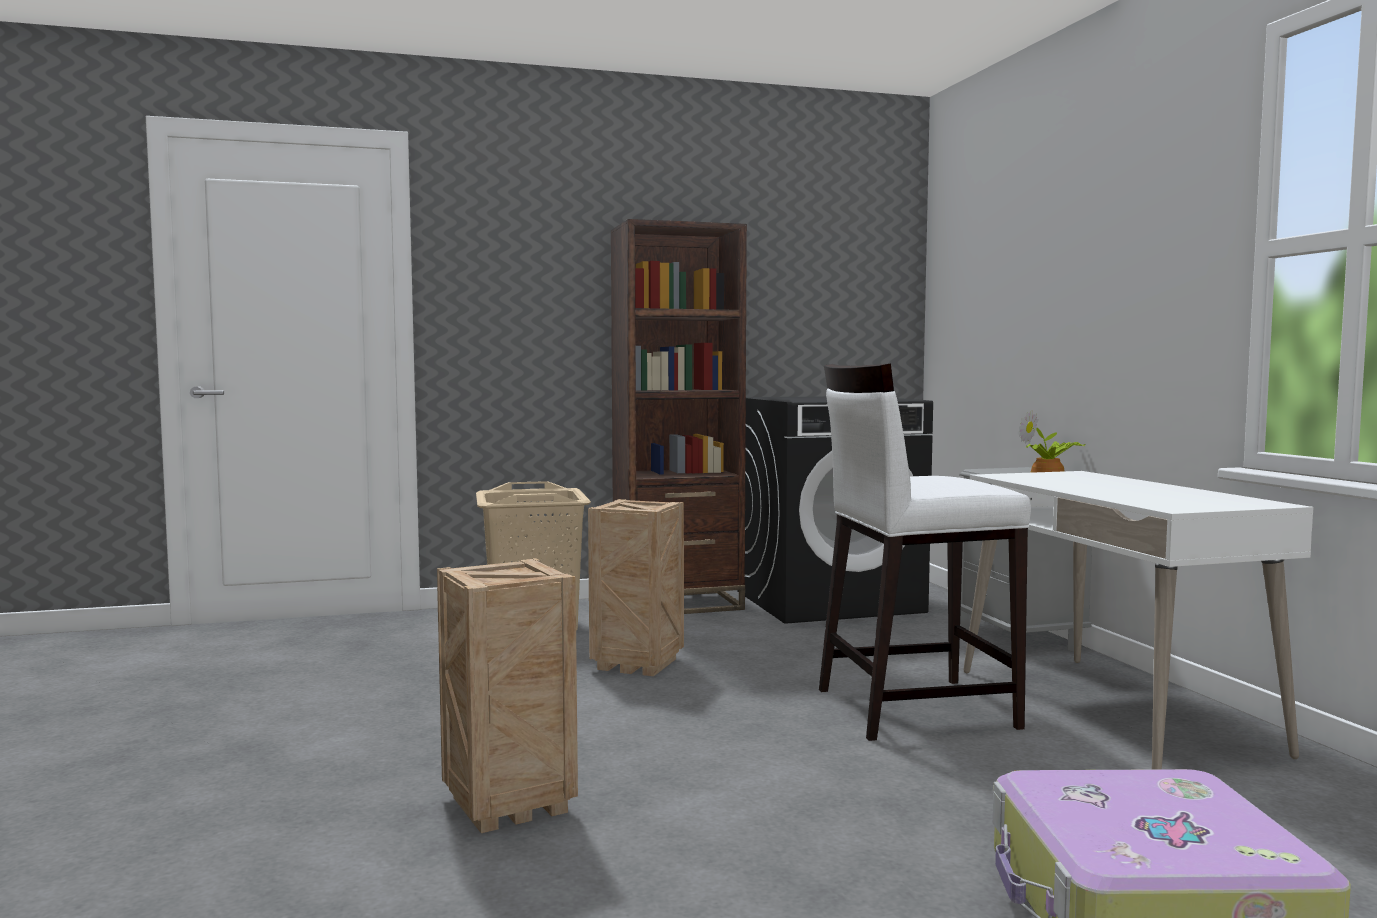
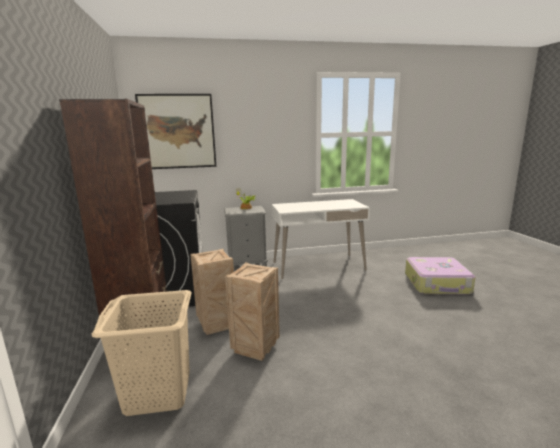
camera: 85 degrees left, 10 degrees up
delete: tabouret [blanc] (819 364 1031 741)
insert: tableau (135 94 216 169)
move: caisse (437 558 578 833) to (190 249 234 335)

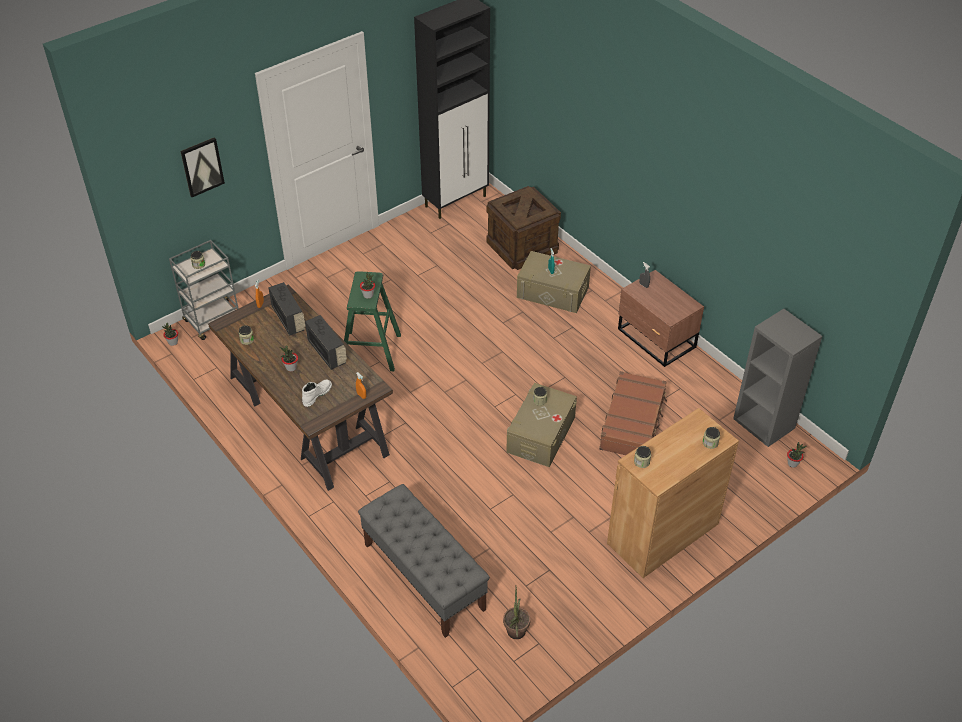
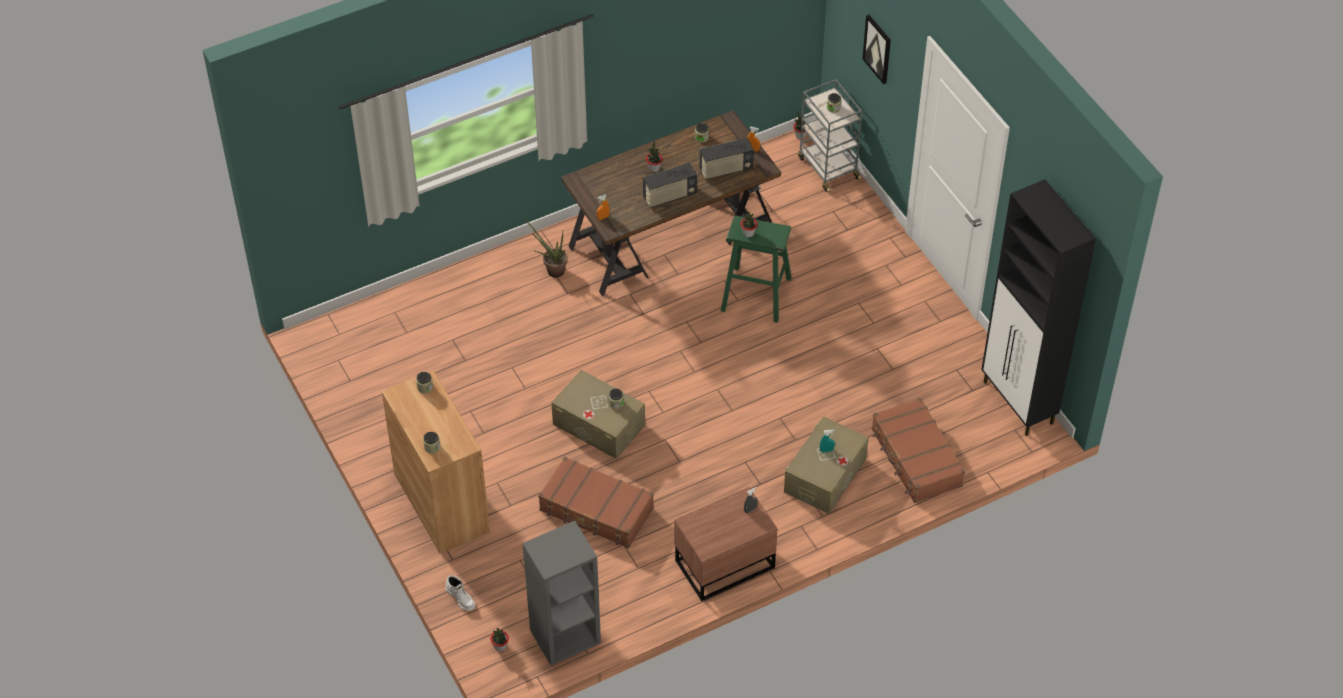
camera: 100 degrees right, 5 degrees up
delete: banc [gris] (358 484 490 638)
move: botte [blanc] (302 379 332 407) to (446 575 475 611); plante en pot (503 587 530 639) to (526 221 568 278)
replace: caisse (486 186 561 270) to valise [marron] (872 398 965 503)

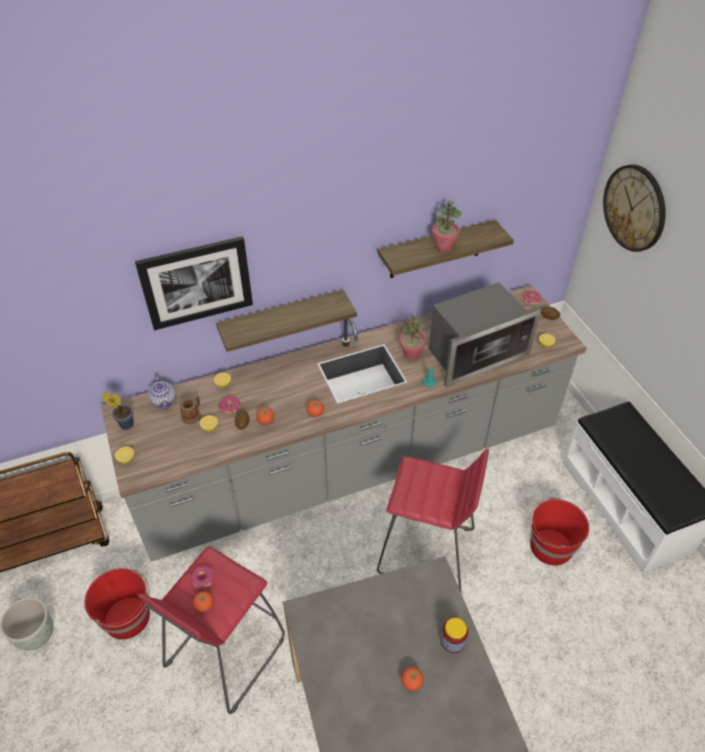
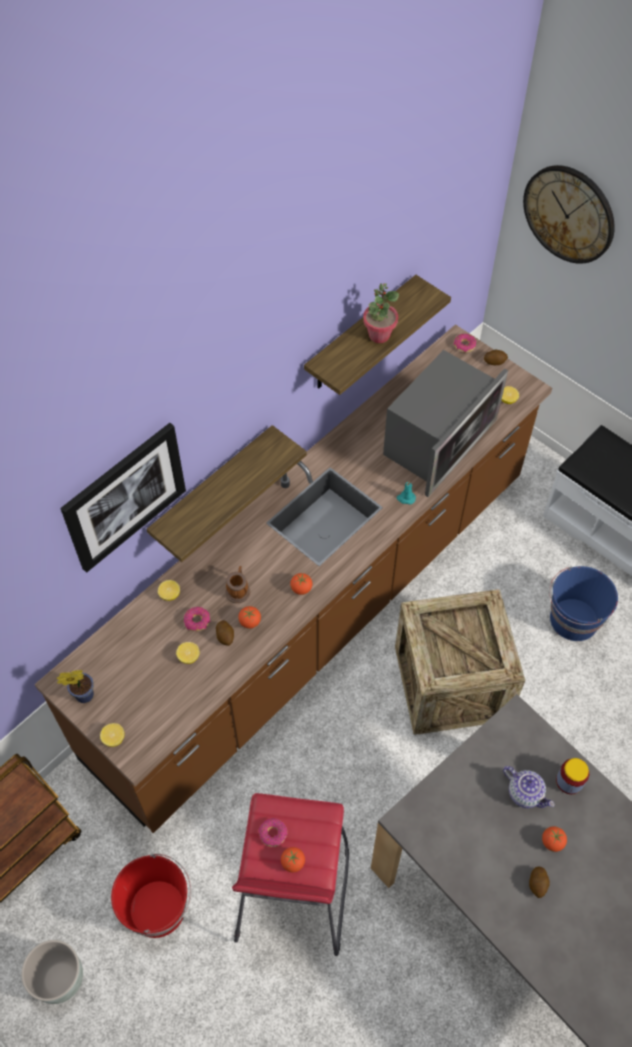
camera: 25 degrees left, 10 degrees up
delete: plante en pot (400 314 426 360)
insert: pomme de terre (529 866 550 898)
move: théière (148 375 176 410) to (503 766 555 808); mug (180 396 201 424) to (226 566 250 603)
replace: tabouret [rouge] (377 449 489 592) to caisse (395 589 525 735)
recolor: comptoir de cuisine [gris] (101 285 587 562) to comptoir de cuisine [marron] (34 324 552 833); seau [rouge] (530 498 589 566) to seau [bleu] (549 566 618 641)

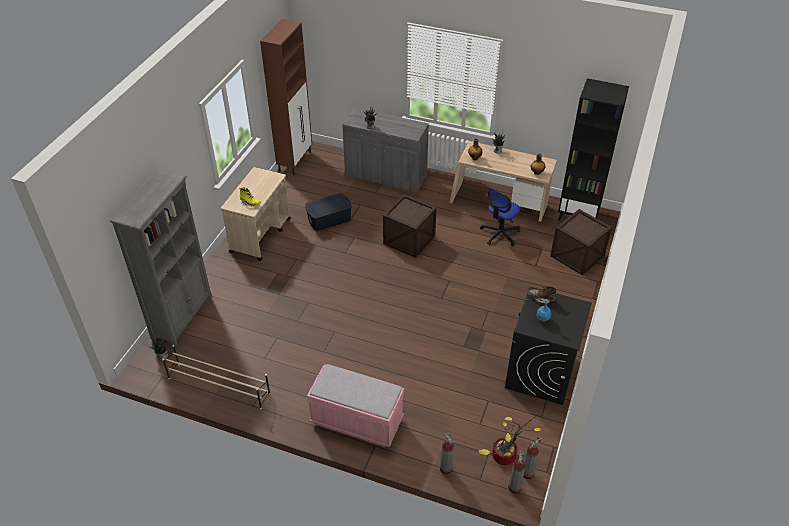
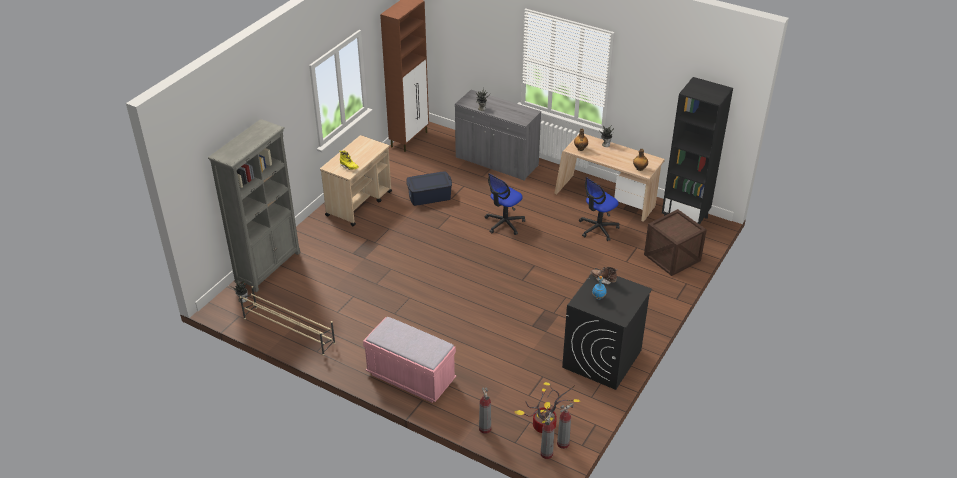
camera: 10 degrees right, 5 degrees down
replace: caisse (383 194 437 258) to chaise de bureau (485 174 525 235)

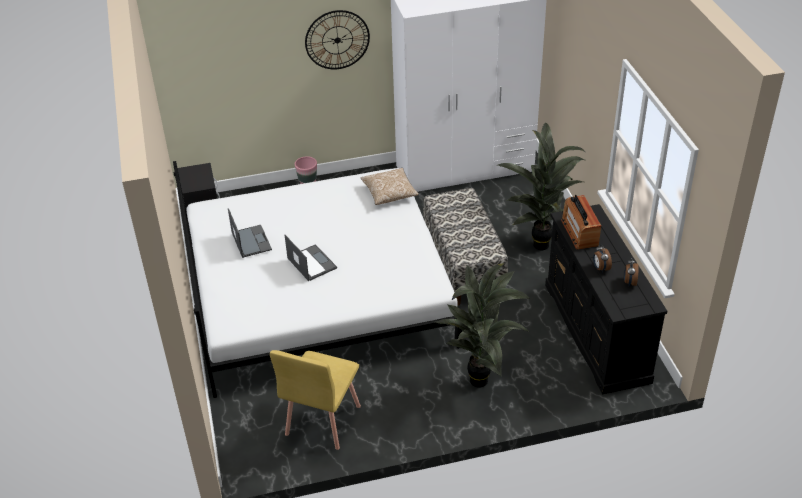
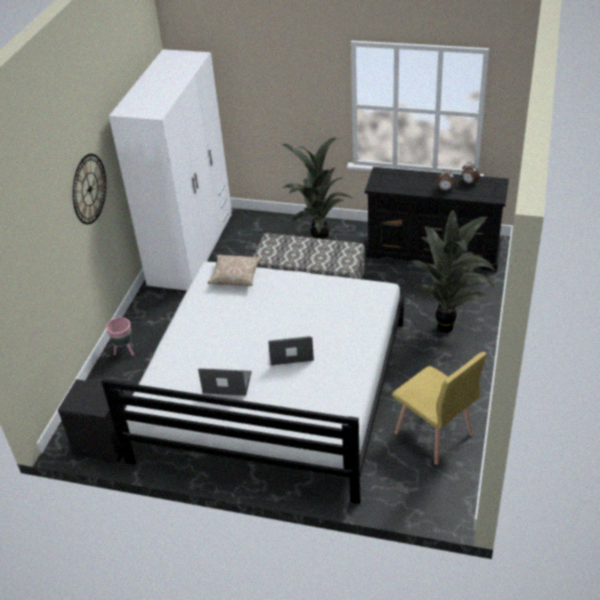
camera: 60 degrees left, 0 degrees up
delete: radio (561 195 601 250)

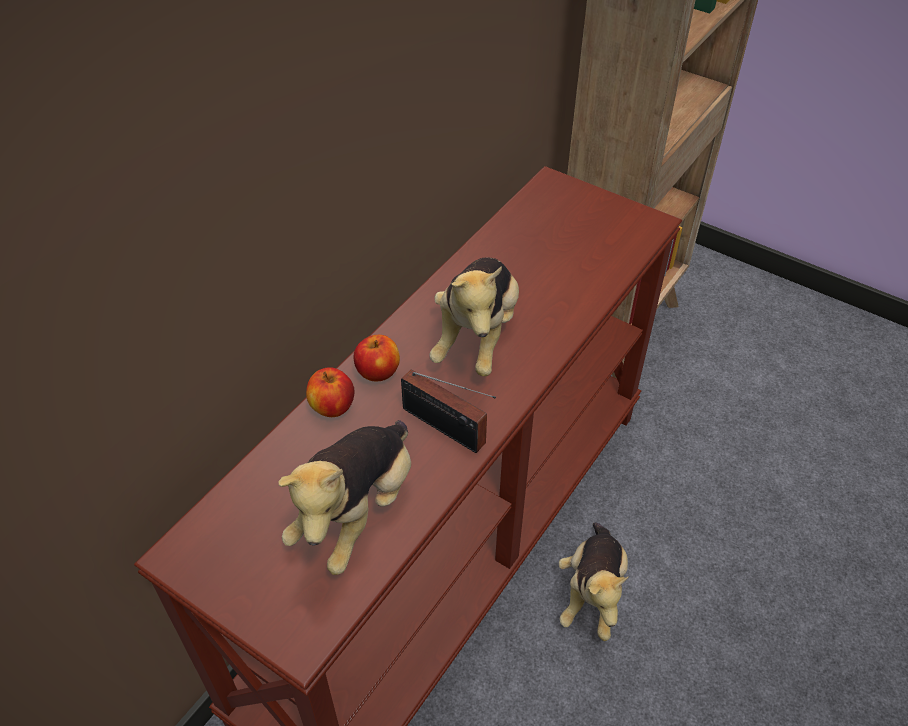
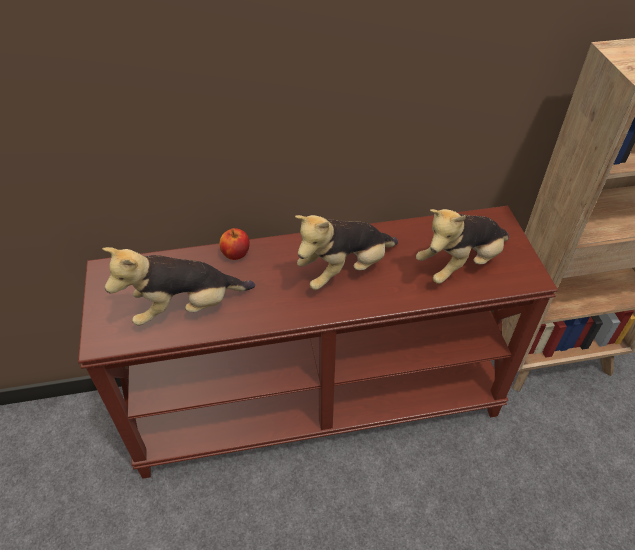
camera: 45 degrees right, 0 degrees up
delete: pomme (354 335 400 381); radio (401 370 496 453)
move: peluche (559 522 629 641) to (416 209 509 284)

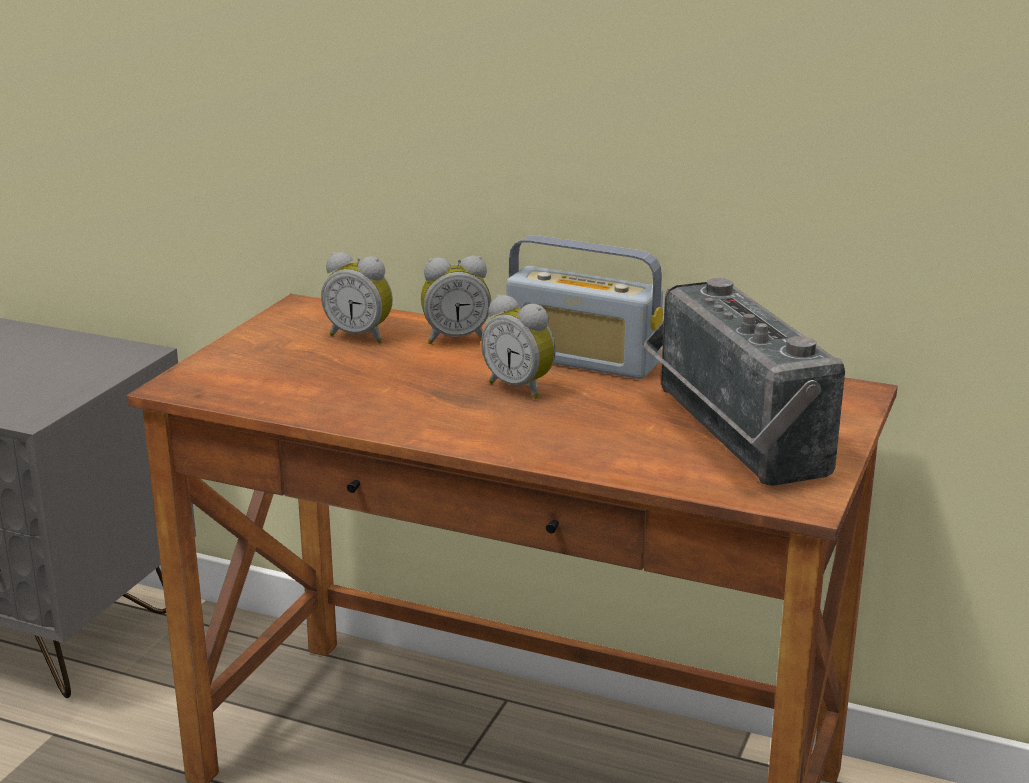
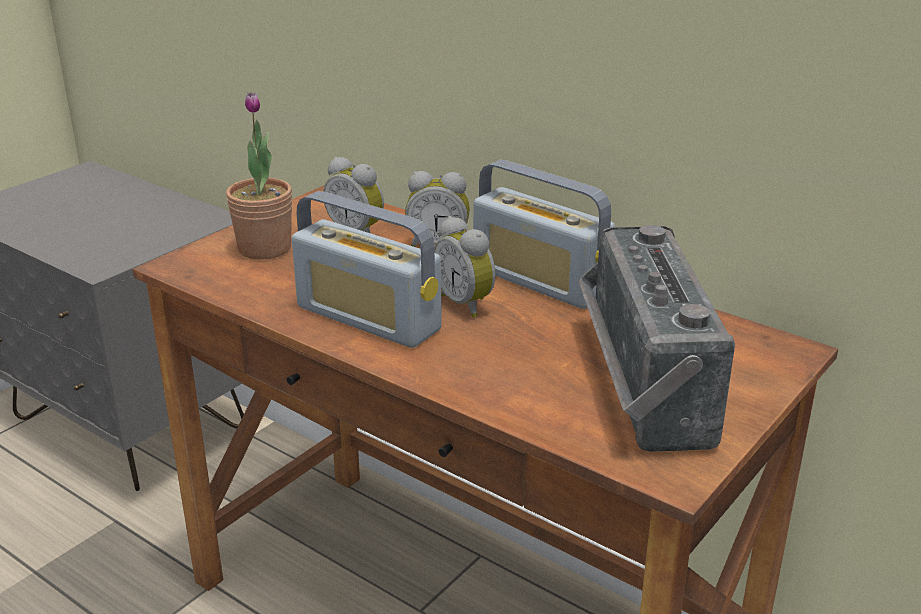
camera: 15 degrees right, 5 degrees up
insert: plante en pot (226 92 292 260); radio (292 191 442 348)

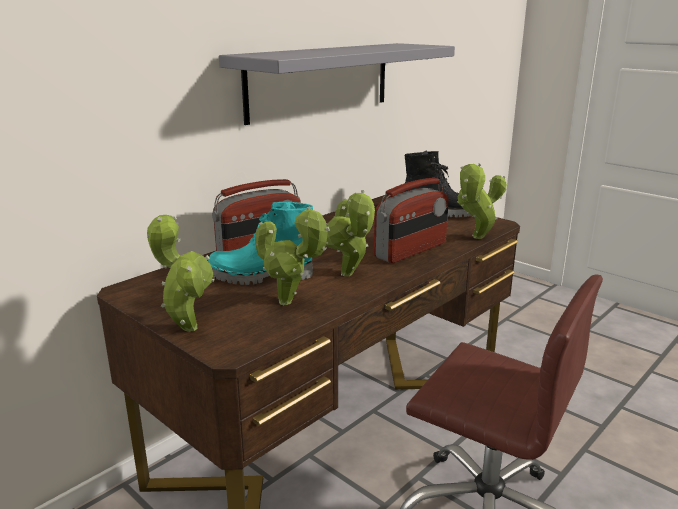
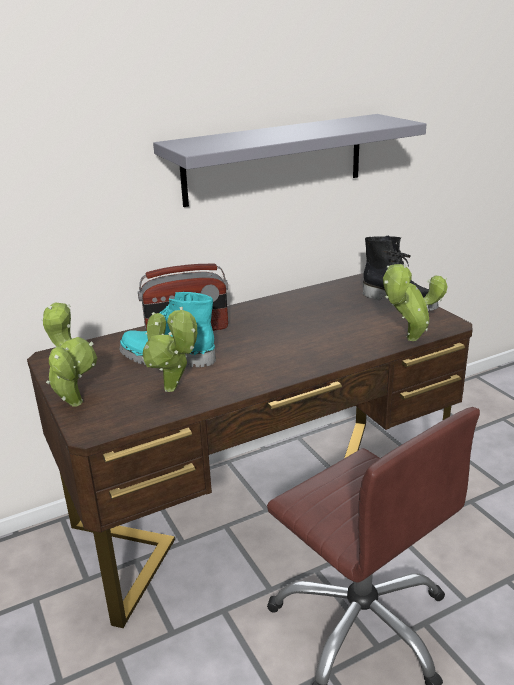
camera: 20 degrees right, 5 degrees up
delete: radio (374 178 449 263); plante en pot (326 190 375 276)

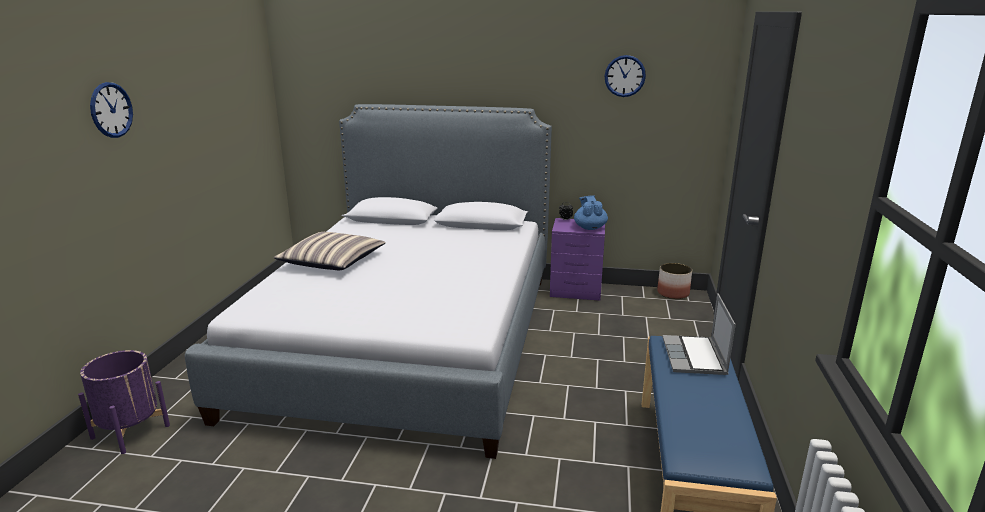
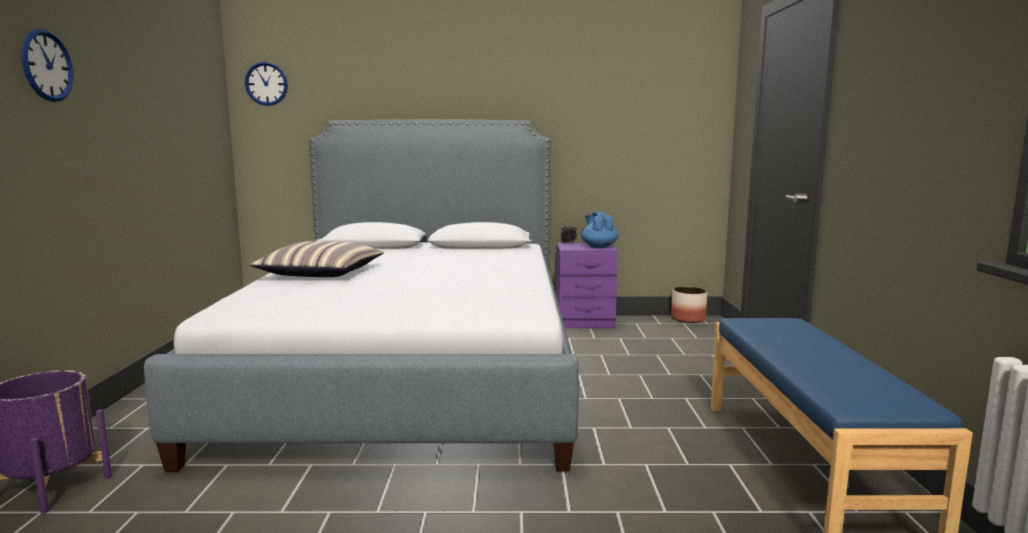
camera: 10 degrees left, 10 degrees down
delete: ordinateur portable (662 293 736 375)
move: horloge murale (605 55 646 97) to (245 62 288 106)

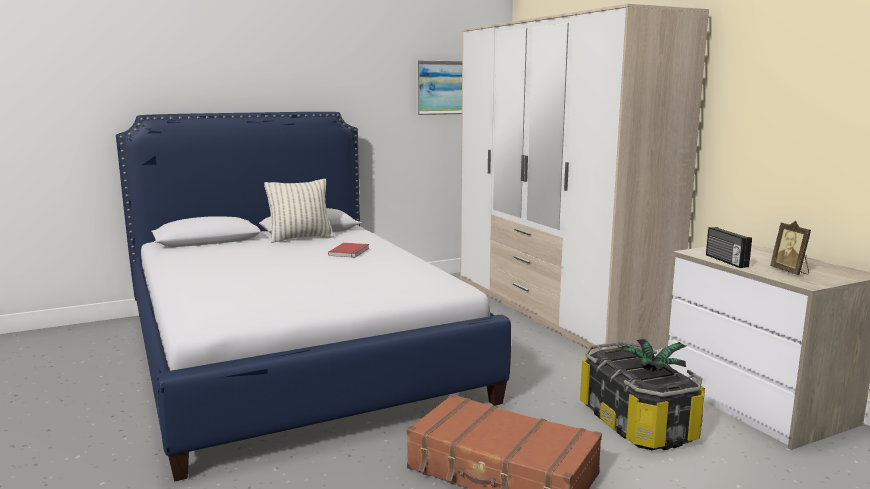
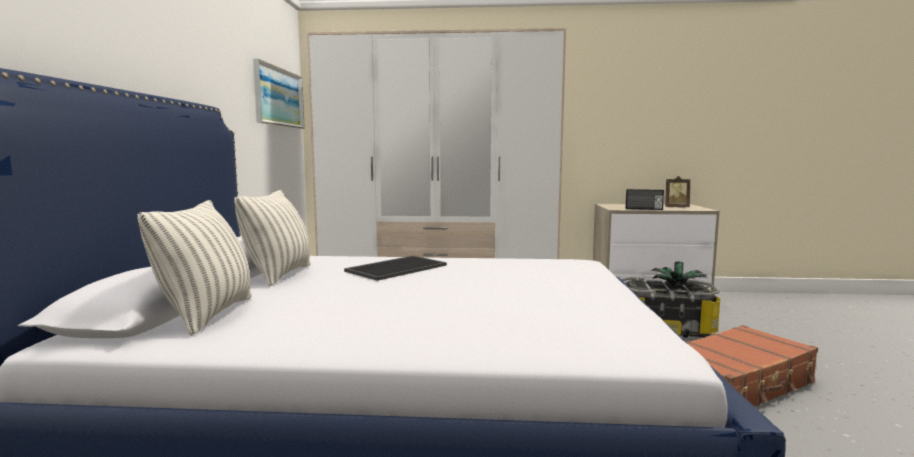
camera: 60 degrees left, 5 degrees down
insert: coussin (137 200 252 336)
replace: livre [rouge] (328 243 369 258) to plateau (344 256 447 281)

